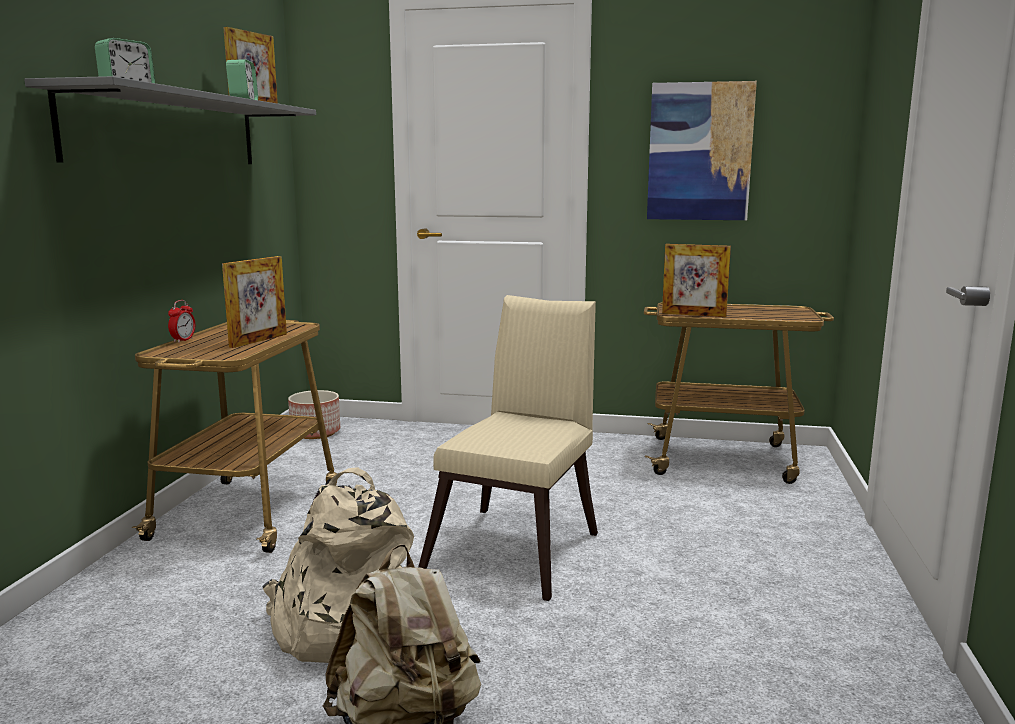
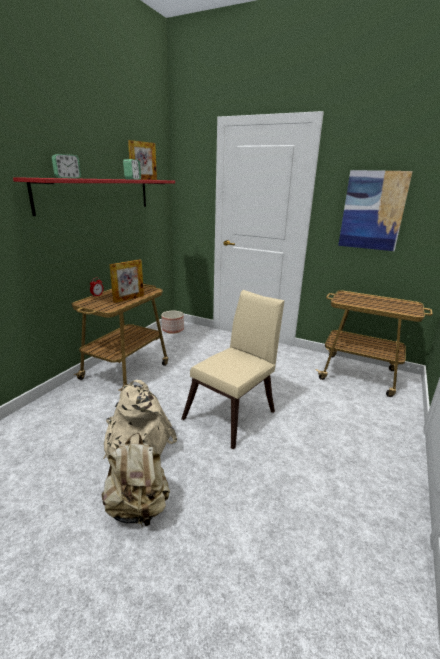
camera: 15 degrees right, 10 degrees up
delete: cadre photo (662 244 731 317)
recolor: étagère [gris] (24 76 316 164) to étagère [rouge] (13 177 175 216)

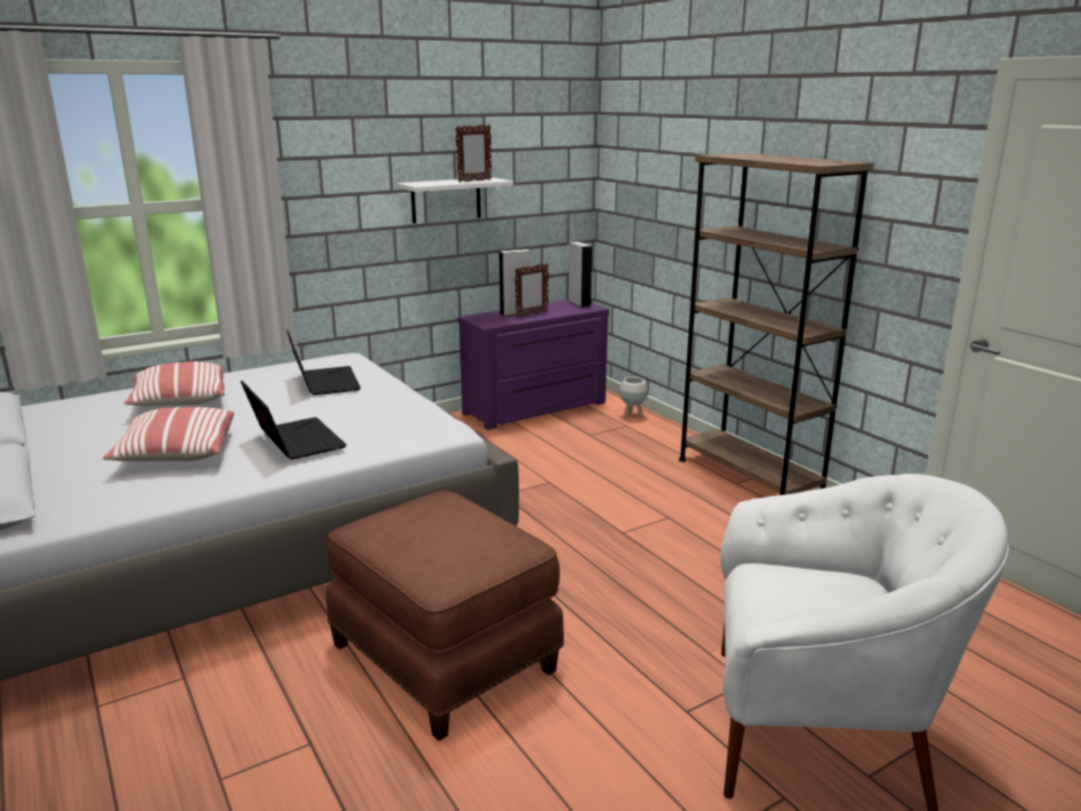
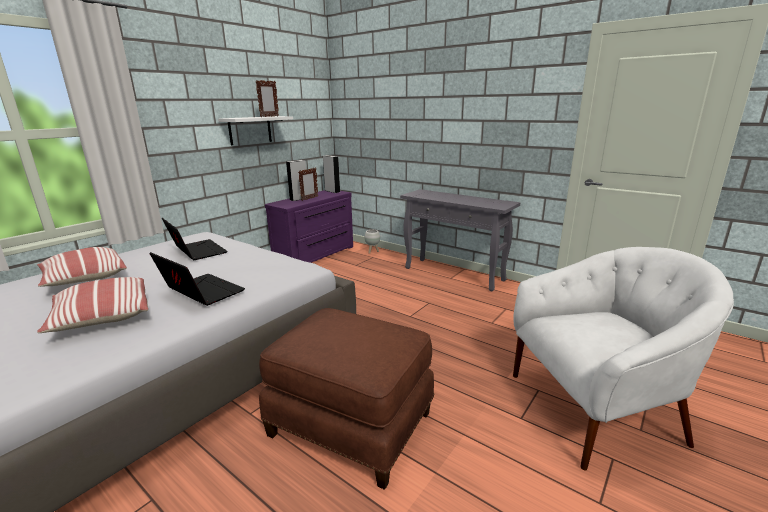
camera: 20 degrees left, 0 degrees up
replace: bibliothèque [marron] (679 153 874 495) to table console [gris] (400 189 521 292)

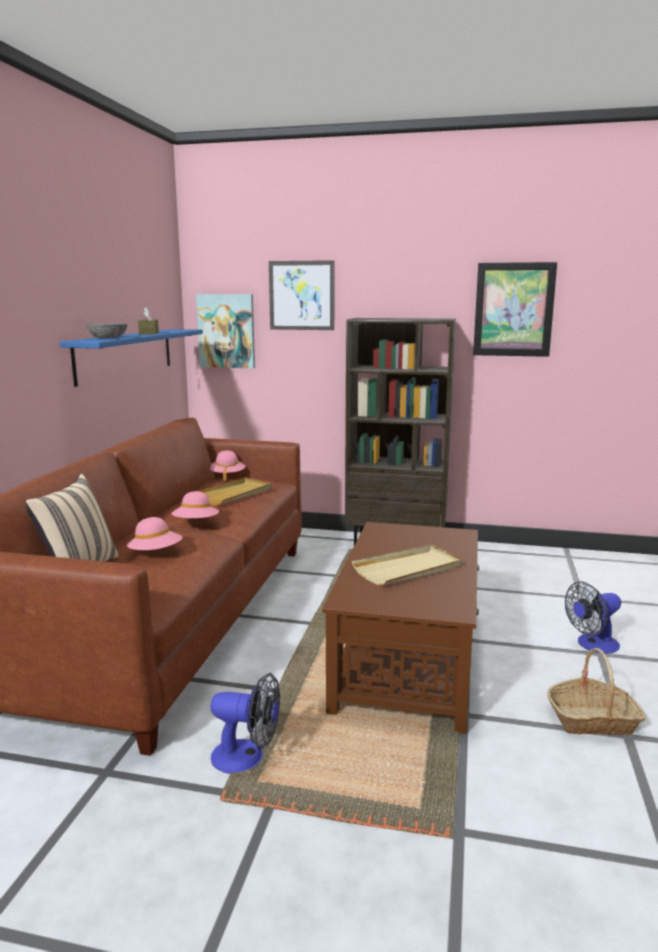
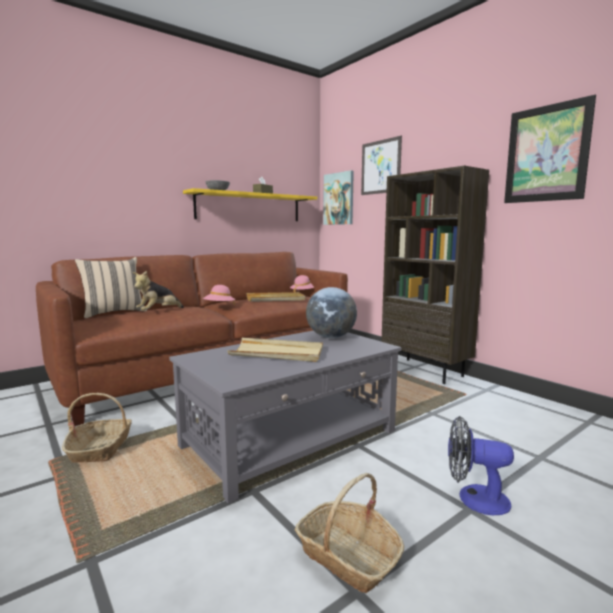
camera: 40 degrees right, 5 degrees down
insert: globe (306 287 357 338)
replace: chapeau [rose] (127 517 182 550) to peluche (133 271 184 310); ventilateur (210 673 280 774) to panier (62 393 132 462)
recolor: étagère [bleu] (60 329 203 387) to étagère [jaune] (183 188 317 221); table basse [marron] (322 522 479 734) to table basse [gris] (169 331 402 504)

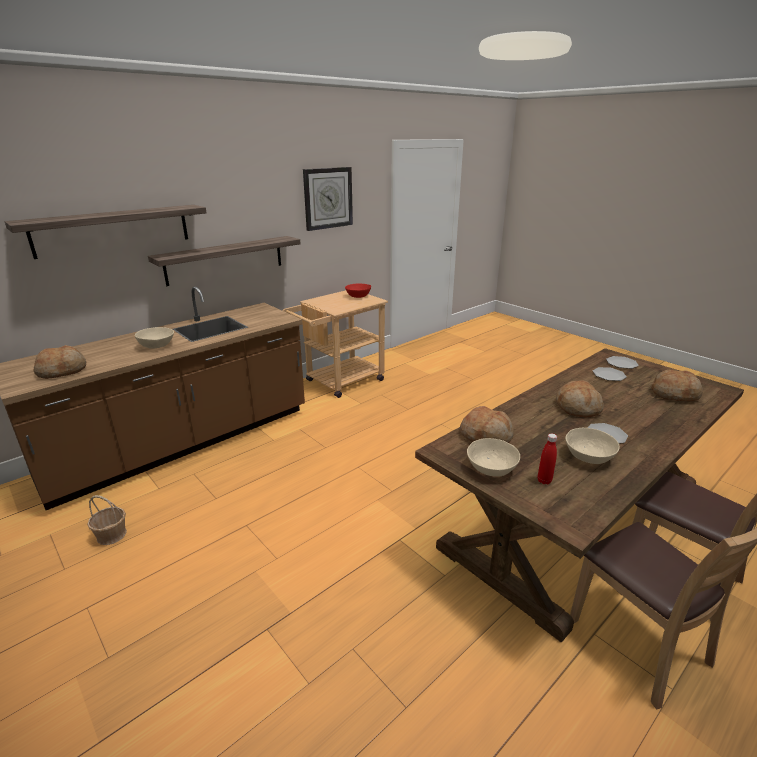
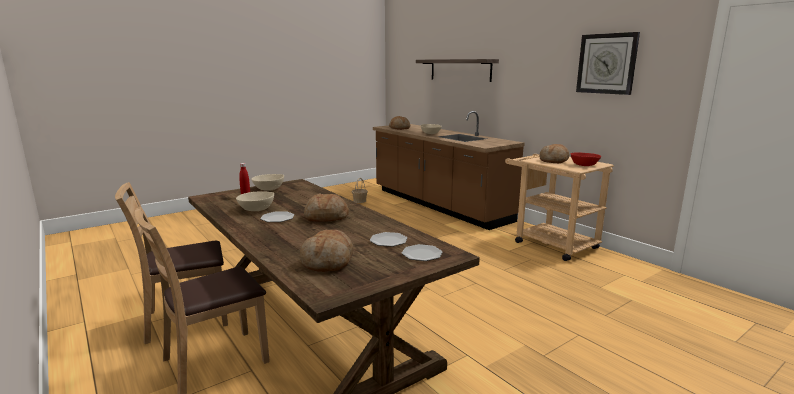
camera: 95 degrees right, 10 degrees down
delete: étagère (148 236 301 286)
move: pain (460 406 514 443) to (539 144 569 163)

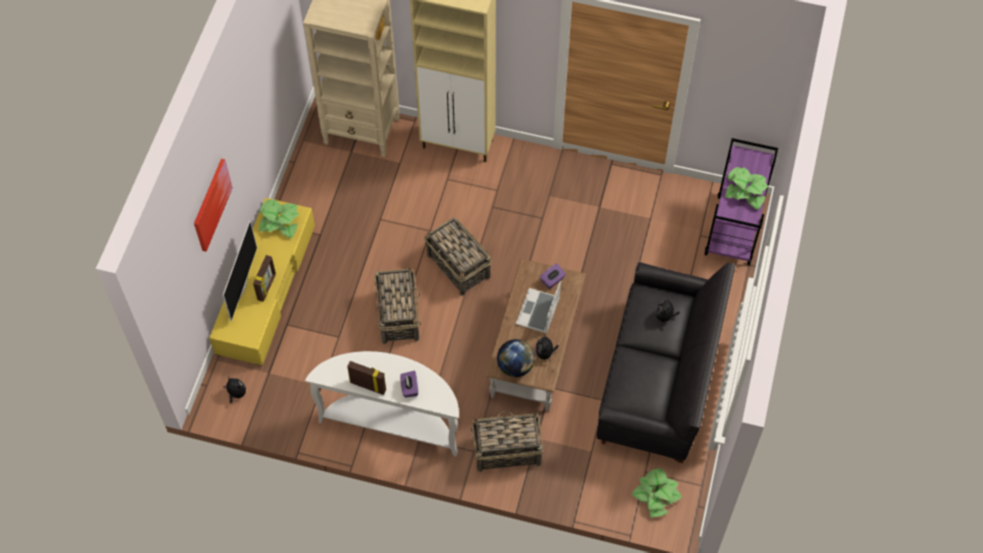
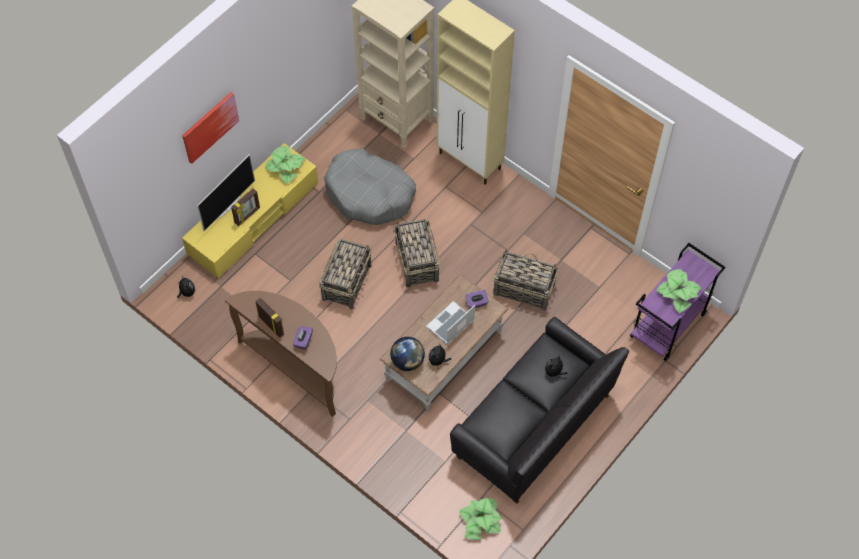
camera: 25 degrees right, 0 degrees up
insert: panier pour chien [gris] (324 149 416 225)
move: panier (471 411 543 472) to (493 250 559 311)
recolor: table console [blanc] (305 351 459 457) to table console [marron] (225 291 337 417)

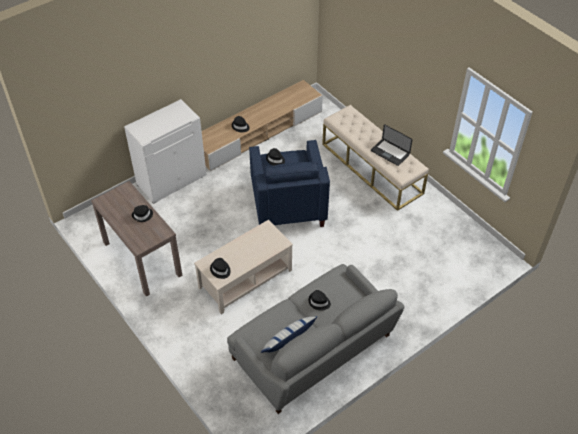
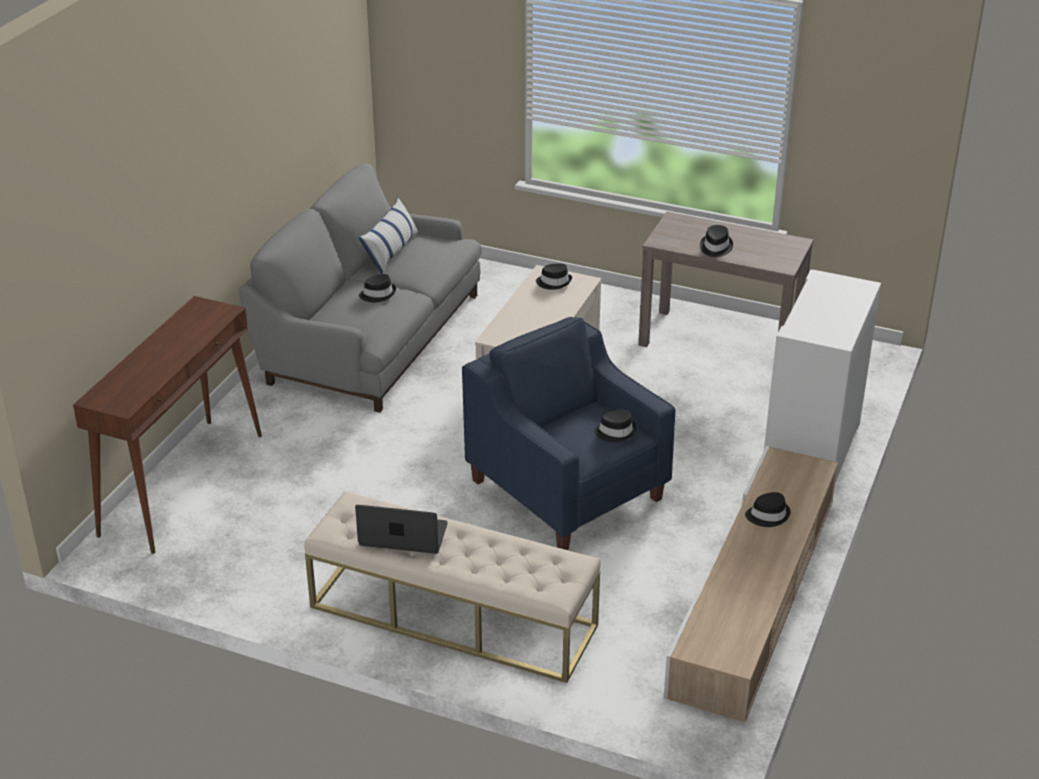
camera: 150 degrees right, 15 degrees down
insert: table console [marron] (73 296 262 554)

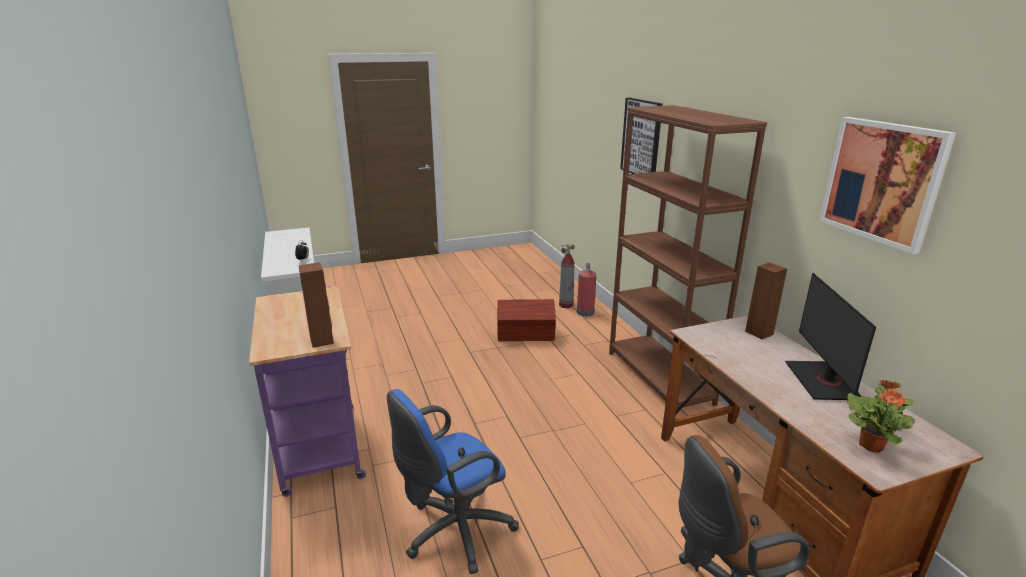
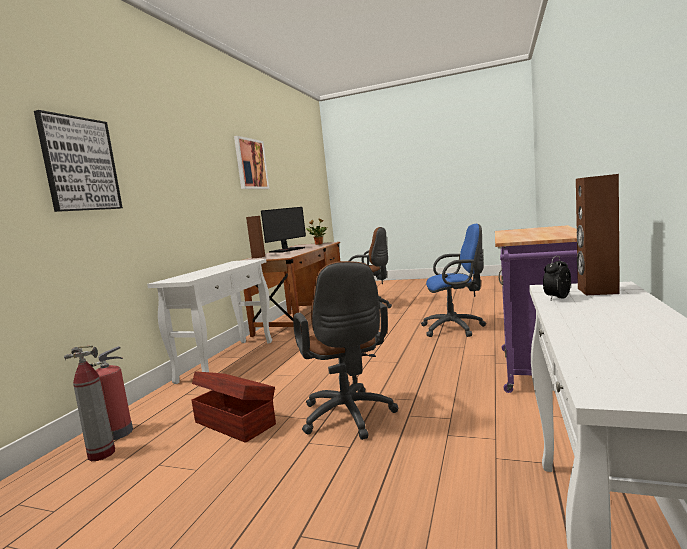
camera: 140 degrees left, 15 degrees down
insert: chaise de bureau [marron] (293 261 398 440)
move: enceinte [marron] (298 262 334 348) to (576 174 620 295)
replace: bibliothèque [marron] (609 105 767 415) to table console [blanc] (147 259 272 384)

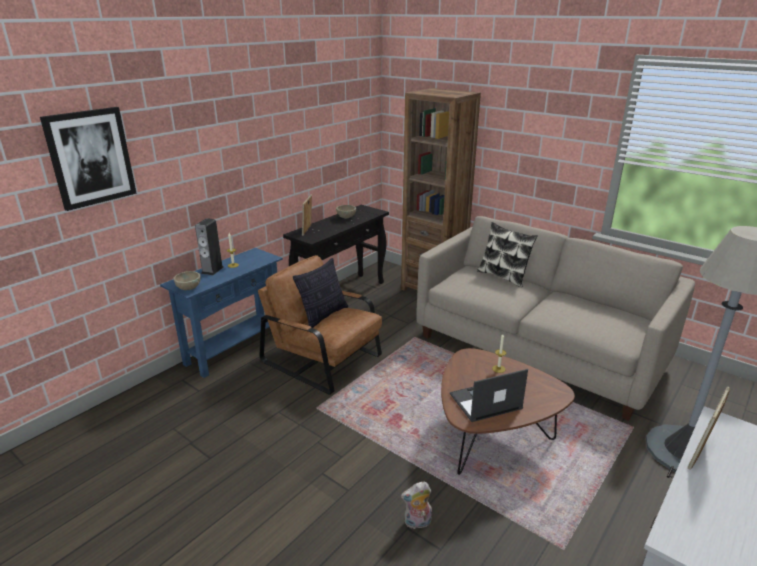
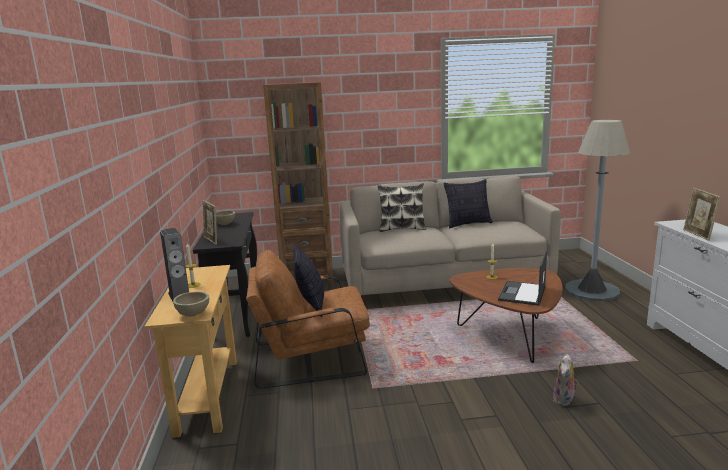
camera: 45 degrees left, 10 degrees down
delete: tableau (40 107 137 211)
insert: coussin (444 179 493 228)
recolor: table console [bleu] (160 248 283 378) to table console [beige] (144 265 237 438)

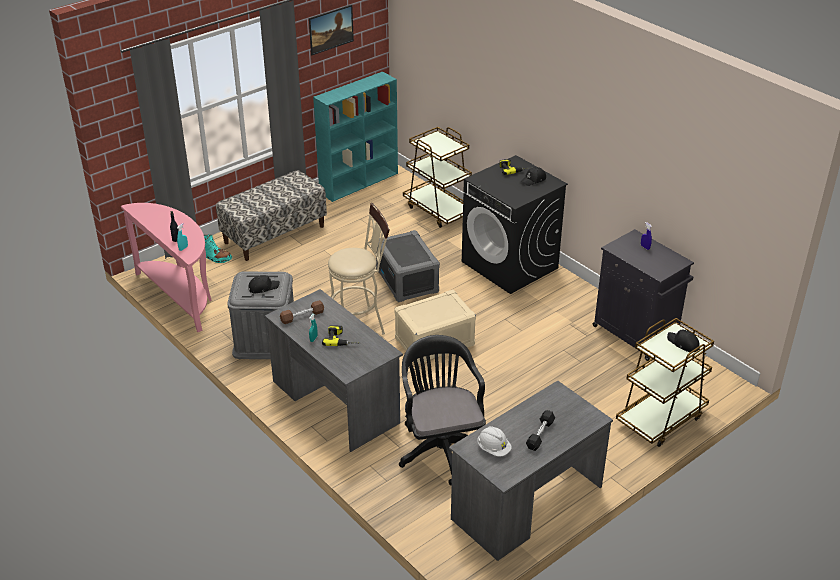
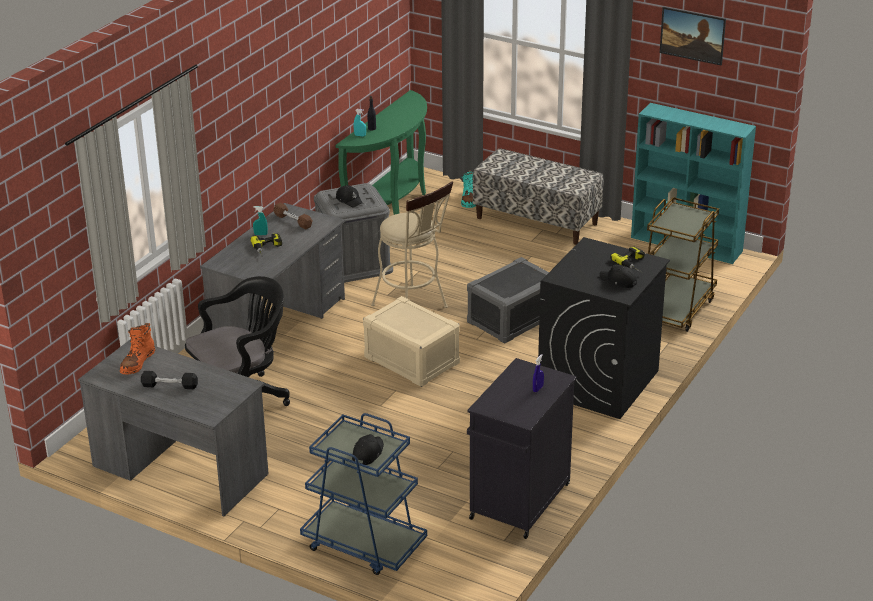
camera: 70 degrees right, 5 degrees down
replace: casque de chantier [blanc] (477 426 512 457) to botte [orange] (120 323 155 375)
recolor: table console [rose] (121 203 212 332) to table console [vert] (336 90 427 215); chariot [marron] (616 318 714 447) to chariot [bleu] (300 413 427 575)

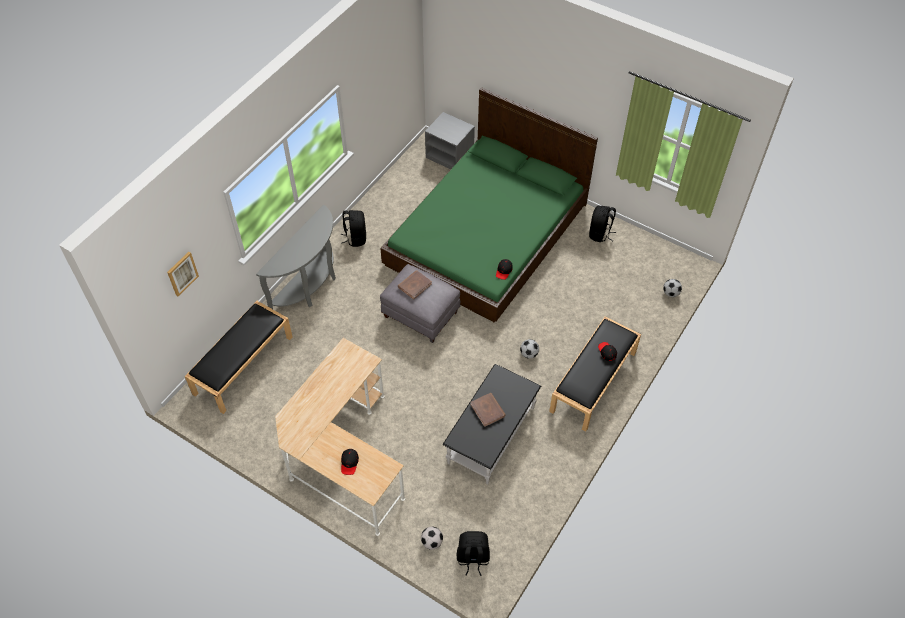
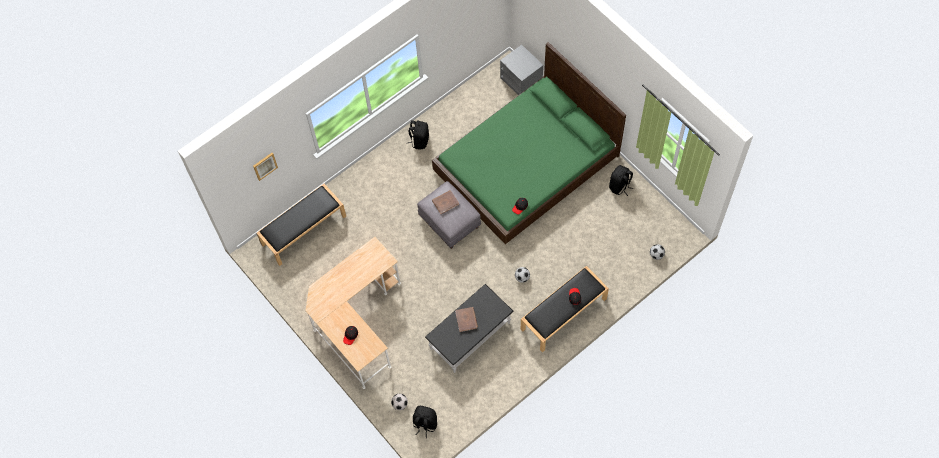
camera: 20 degrees right, 10 degrees up
delete: table console [gris] (256 205 336 309)

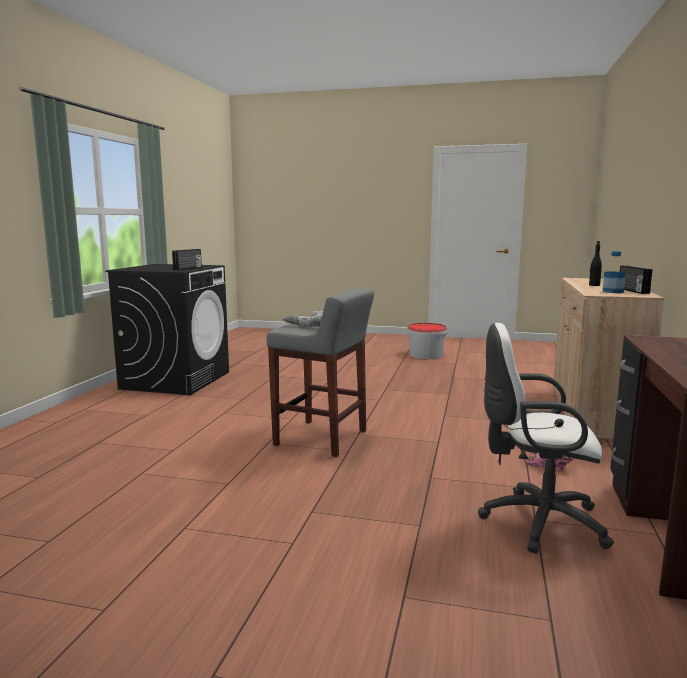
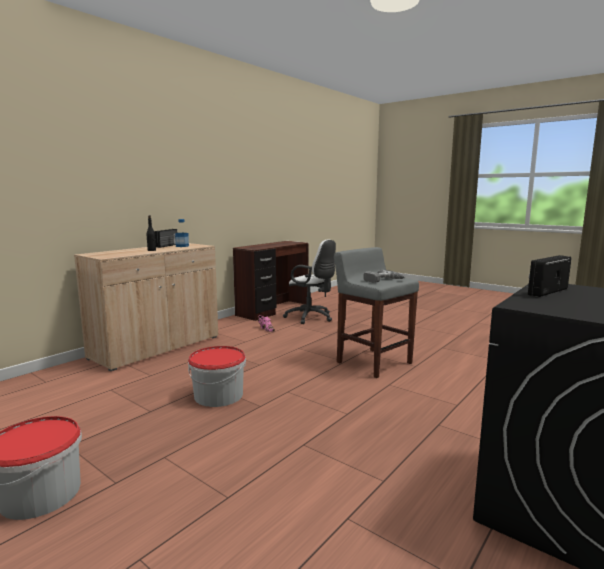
camera: 155 degrees left, 0 degrees up
insert: seau (188 346 246 407)

